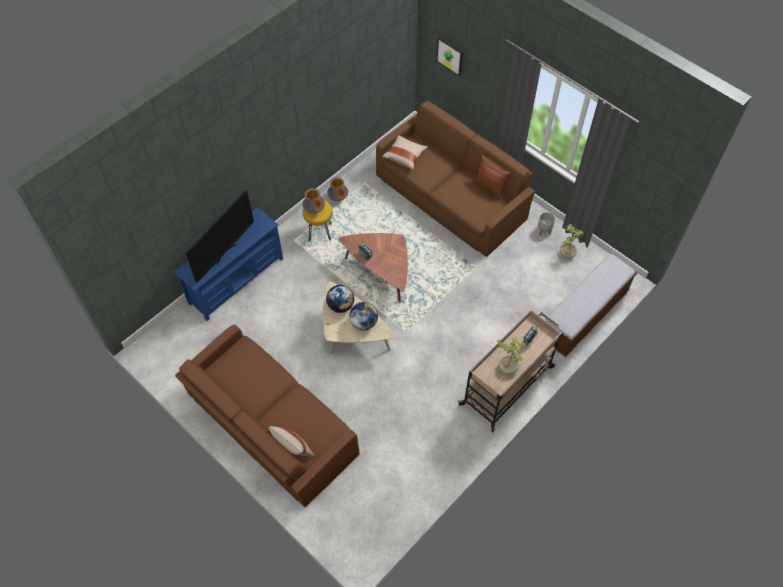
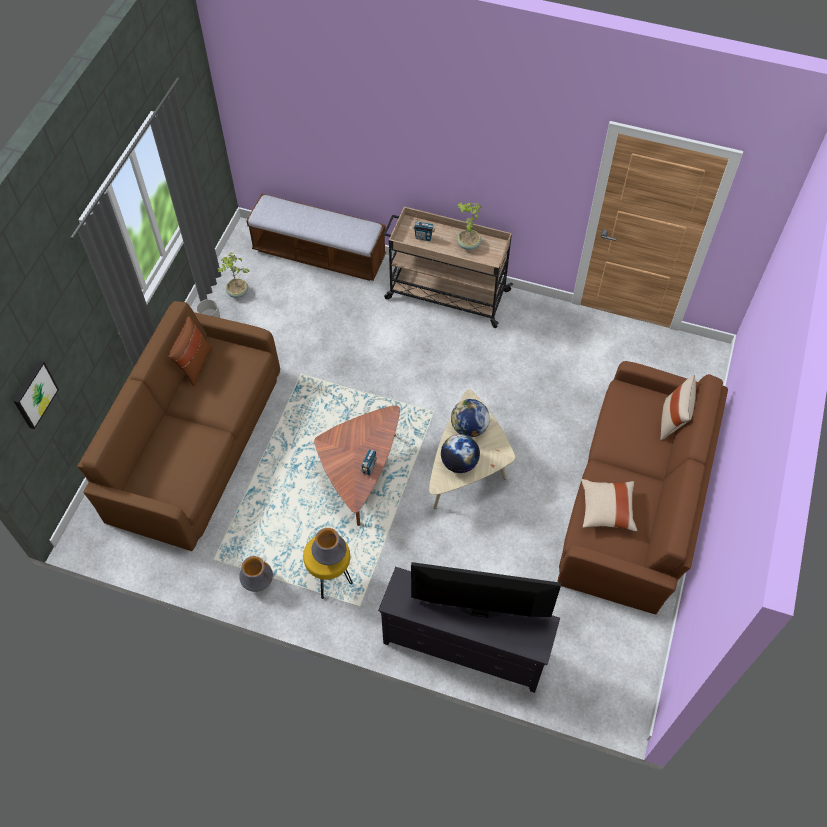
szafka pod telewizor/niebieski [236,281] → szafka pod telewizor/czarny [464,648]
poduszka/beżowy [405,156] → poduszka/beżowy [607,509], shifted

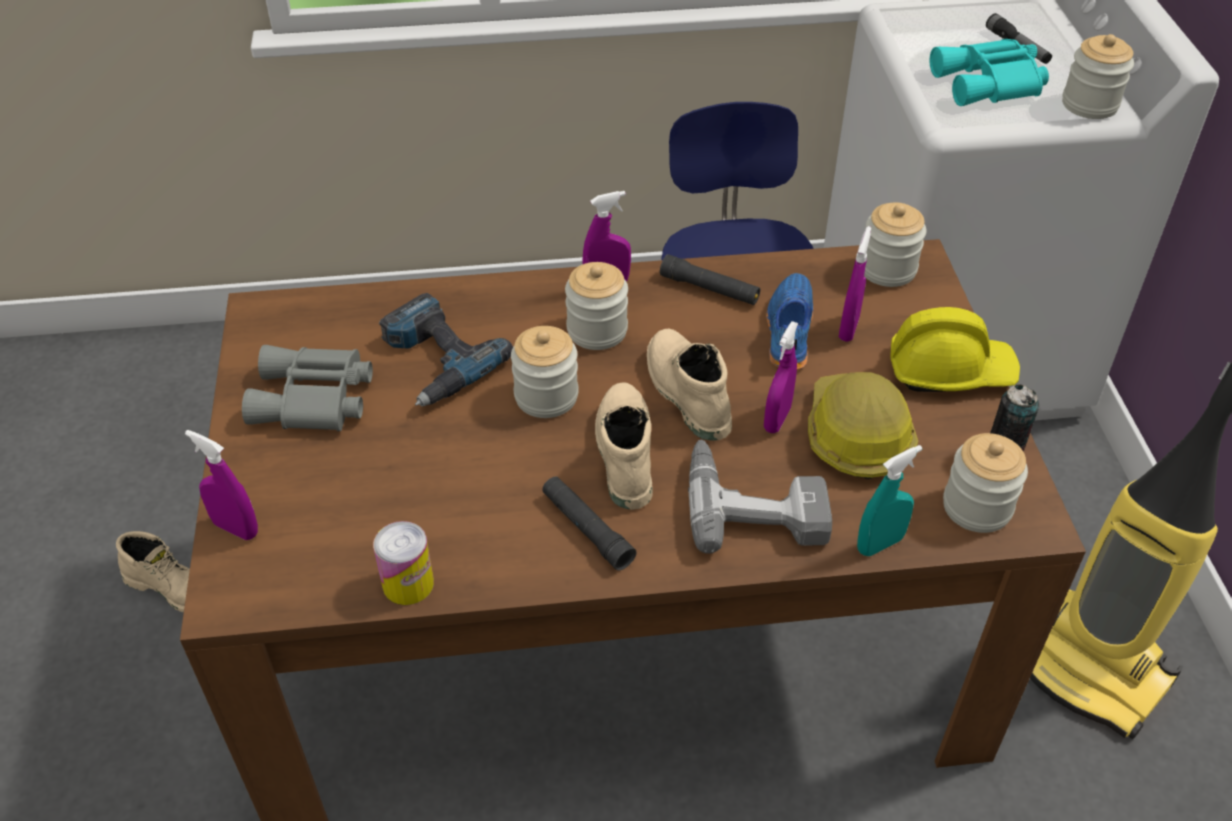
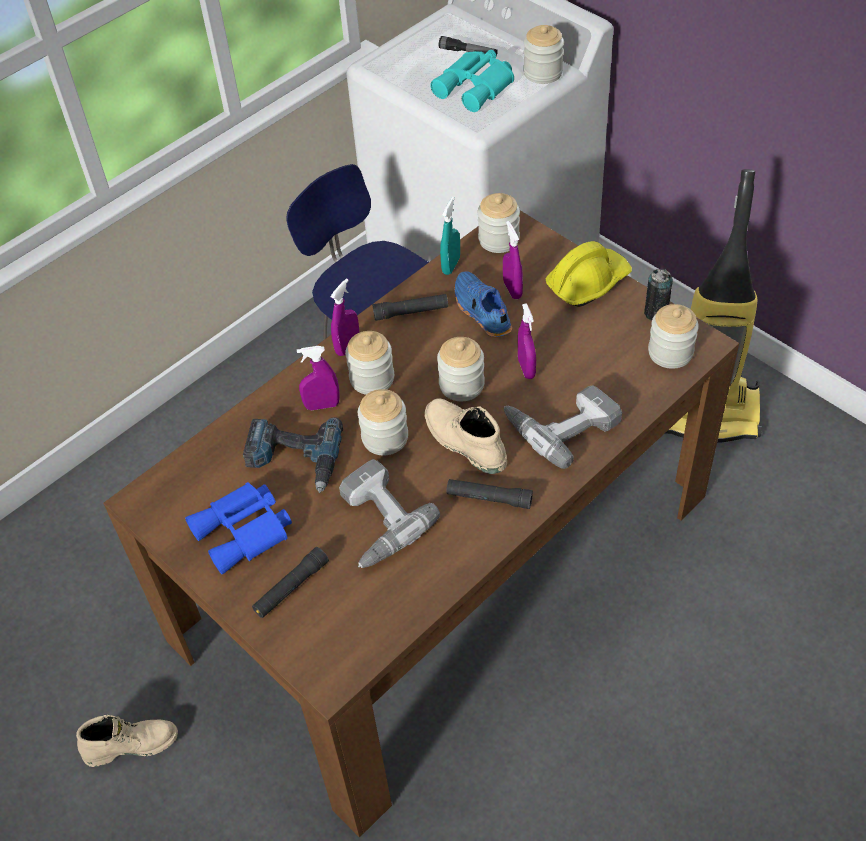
spryskiwacz/fioletowy [236,528] → spryskiwacz/fioletowy [322,405], shifted
lornetka/szary [314,400] → lornetka/niebieski [245,532]
puszka [408,583] → -
but z cholewką/beżowy [685,393] → słoik [461,385]
kask [855,435] → -
spryskiwacz/turkusowy [880,544] → spryskiwacz/turkusowy [451,265], shifted
- → latarka/czarny [291,588]
- → wiertarka [375,522]

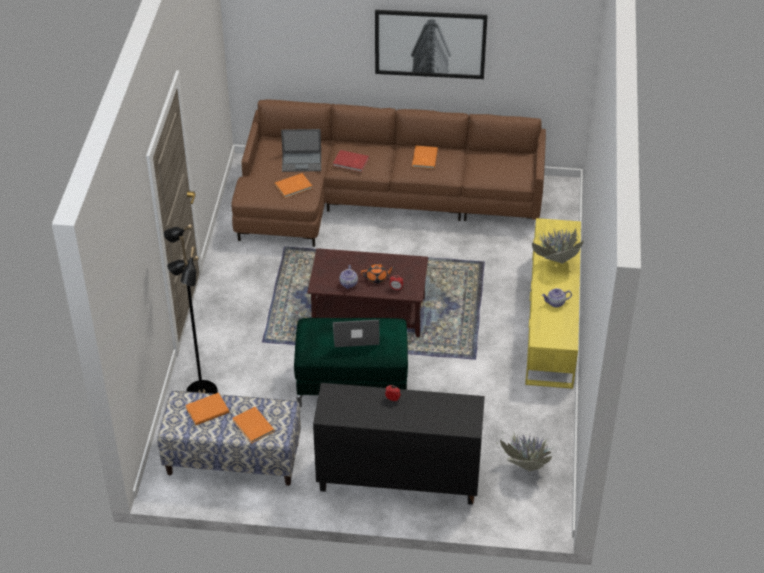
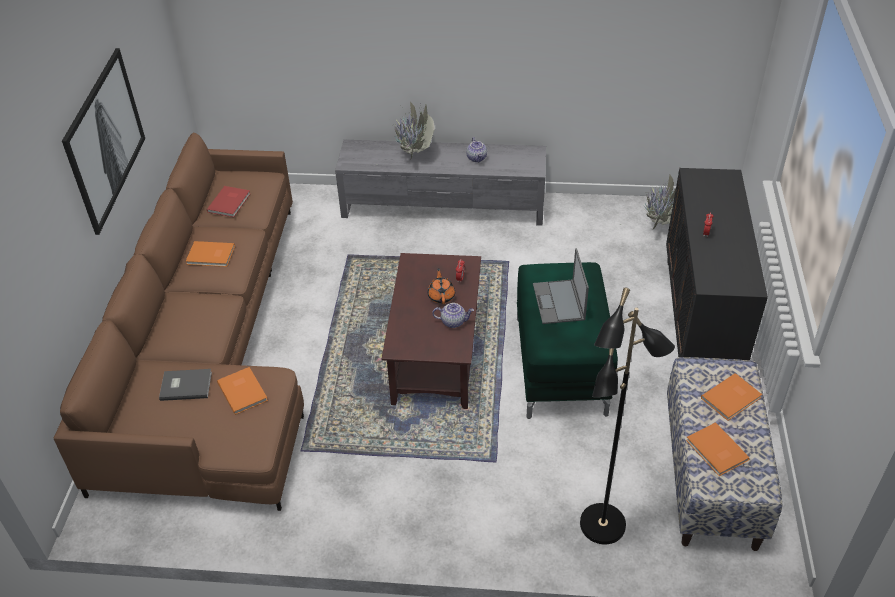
laptop [302,162] → książka/szary [185,385]
książka/czerwony [351,162] → książka/czerwony [230,202], shifted
szafka pod telewizor/żółty [551,320] → szafka pod telewizor/szary [444,206]

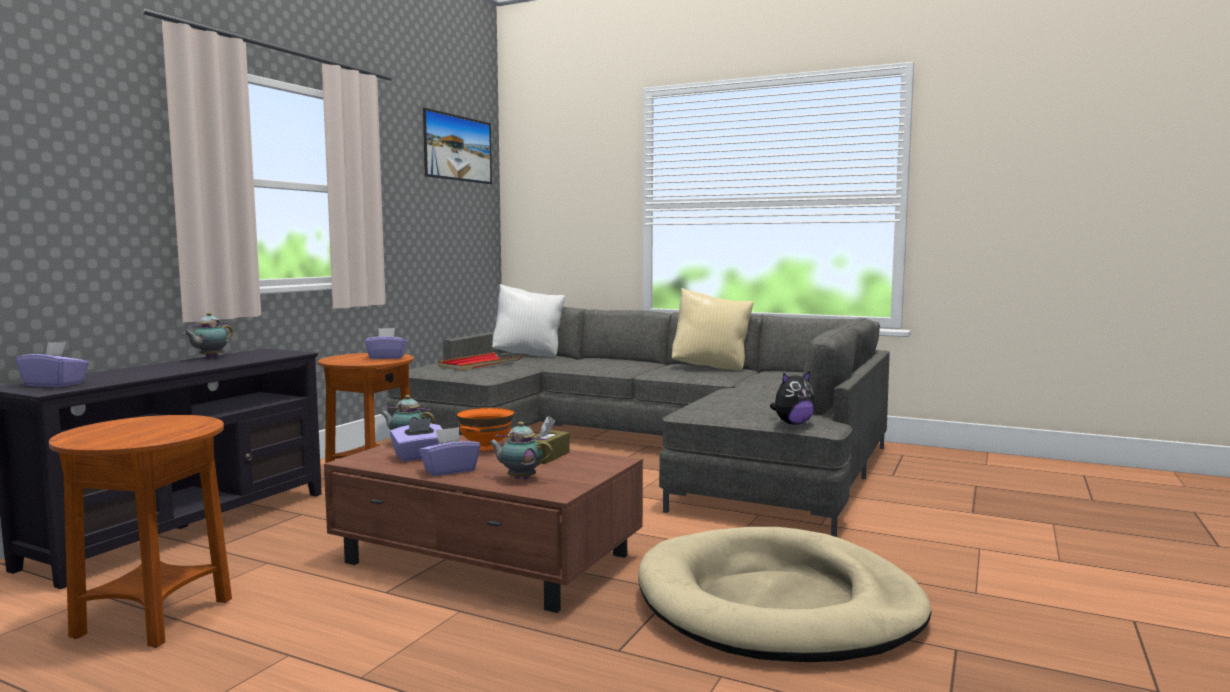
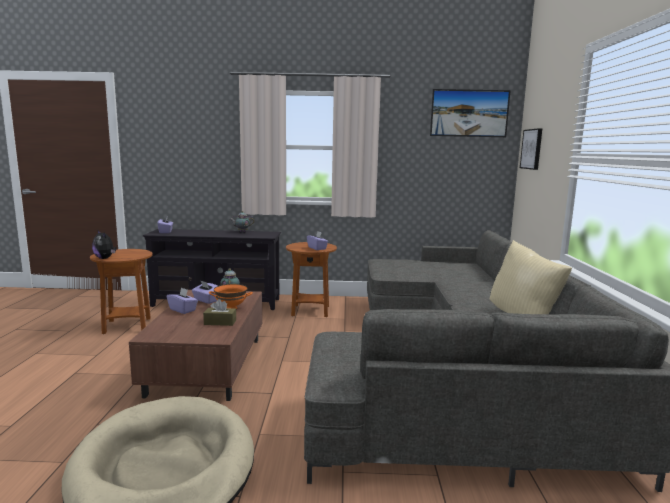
taca/czerwony [479,365] → -
imbryk [519,479] → -
poduszka/biały [529,356] → -
pluszak [793,423] → pluszak [105,258], shifted
- → obraz [532,149]

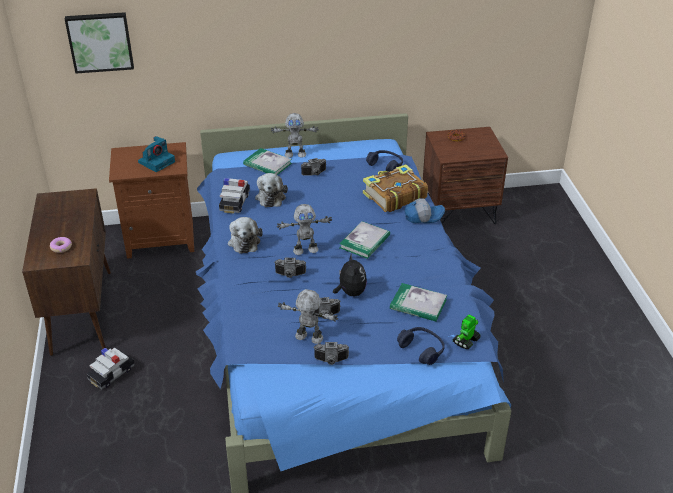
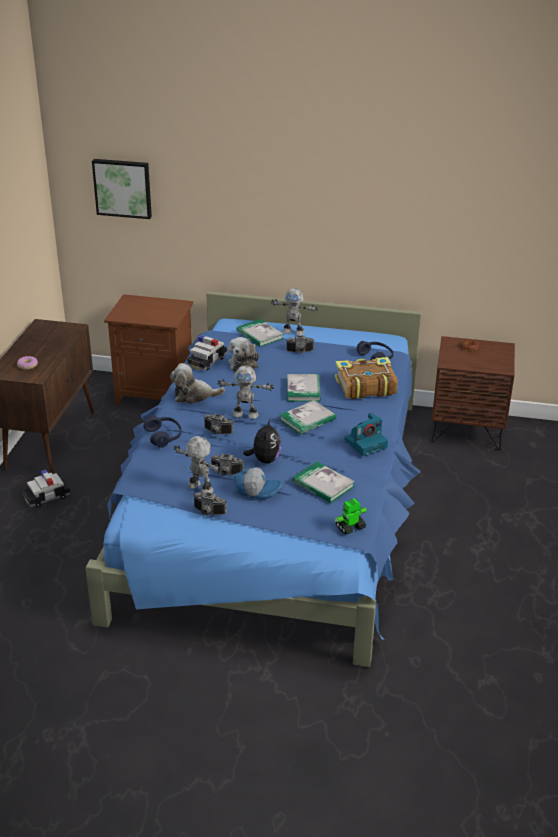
aparat fotograficzny [157,162] → aparat fotograficzny [366,443], shifted
pluszak [244,241] → pluszak [194,395], 75 degrees clockwise
słuchawki/niebieski [422,349] → słuchawki/niebieski [164,436], shifted
czapka z daszkiem [423,216] → czapka z daszkiem [257,489], shifted
- → książka [303,390]

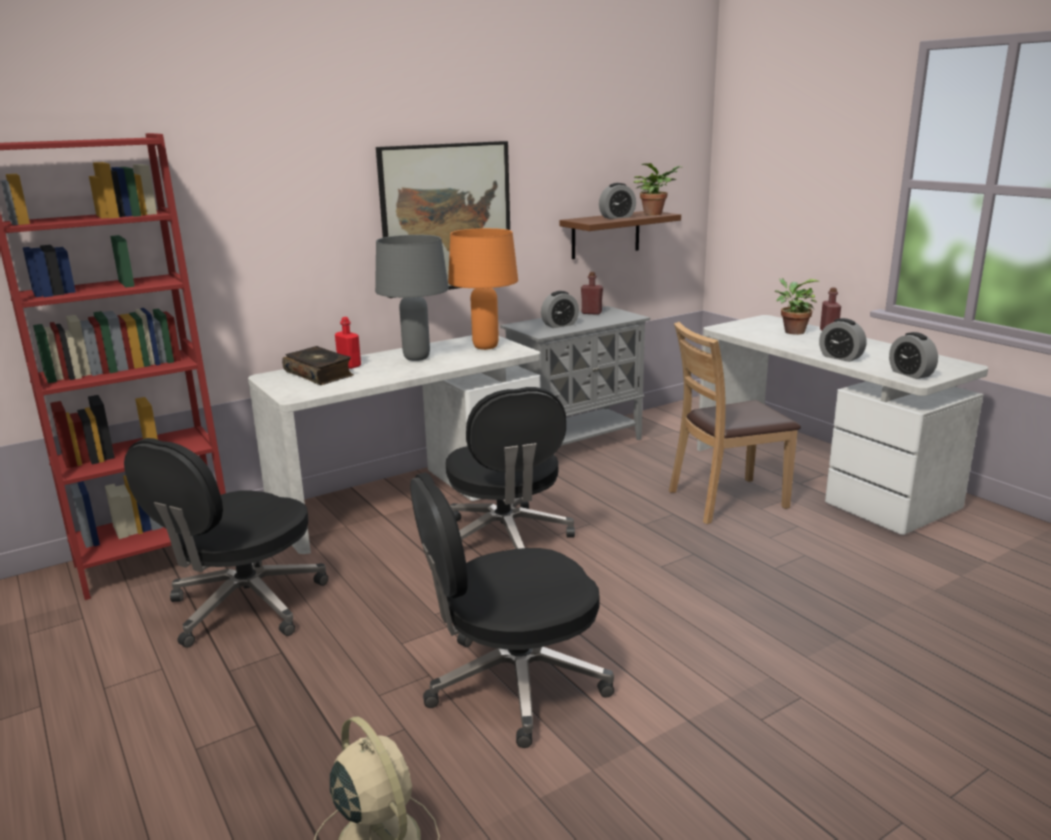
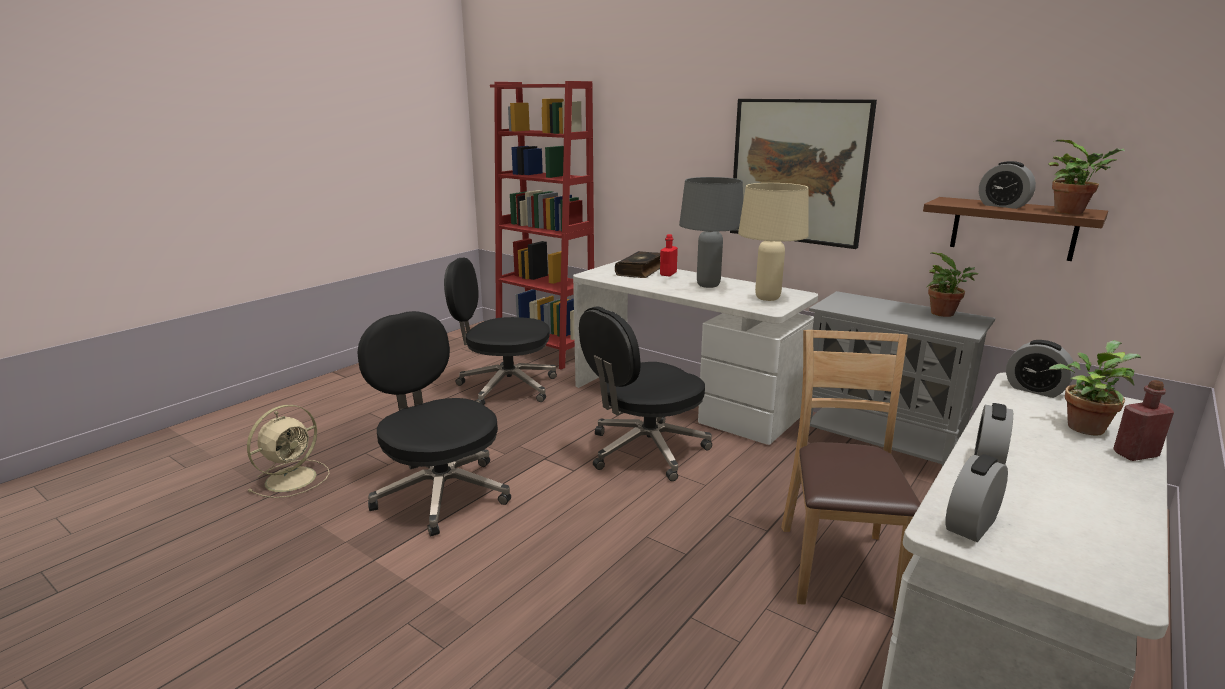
lampa stołowa/pomarańczowy [485,347] → lampa stołowa/beżowy [767,298]
budzik [560,325] → budzik [1035,390], shifted
butelka/czerwony [591,313] → roślina doniczkowa [945,314]
krzesło/brązowy [726,500] → krzesło/brązowy [838,565], 45 degrees clockwise

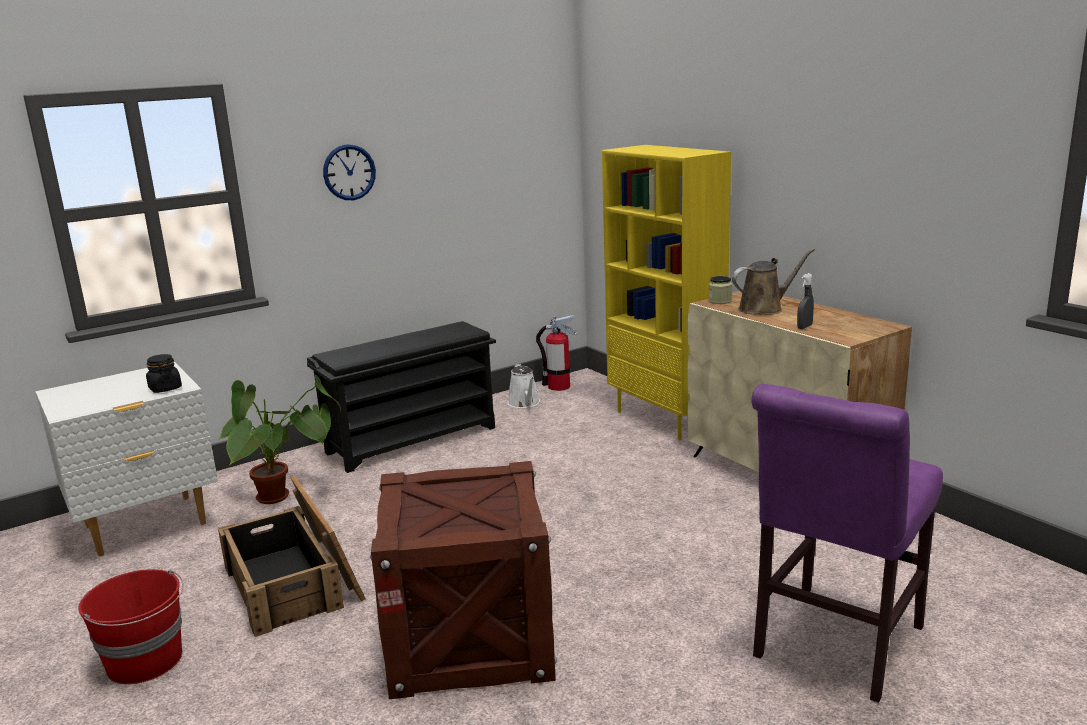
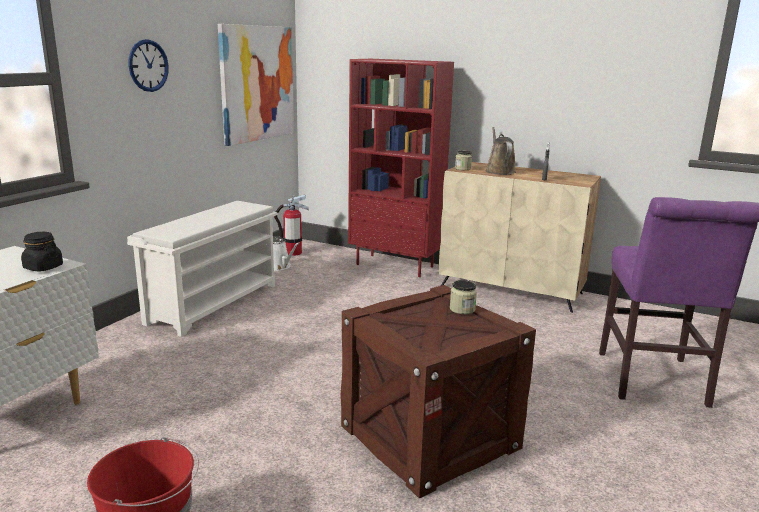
skrzynka [294,583] → -
roślina doniczkowa [287,499] → -
regał na buty/czarny [413,439] → regał na buty/biały [214,303]
regał/żółty [666,419] → regał/czerwony [395,265]
konewka/brązowy [764,308] → konewka/brązowy [499,171], 45 degrees counterclockwise
- → obraz [257,83]
- → słoik [462,309]

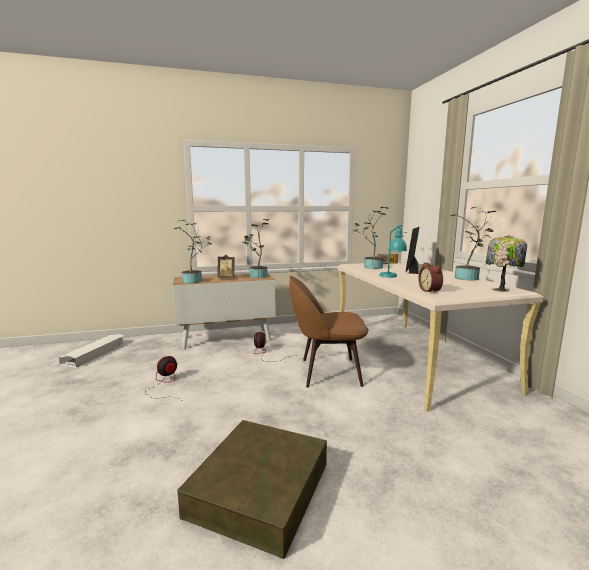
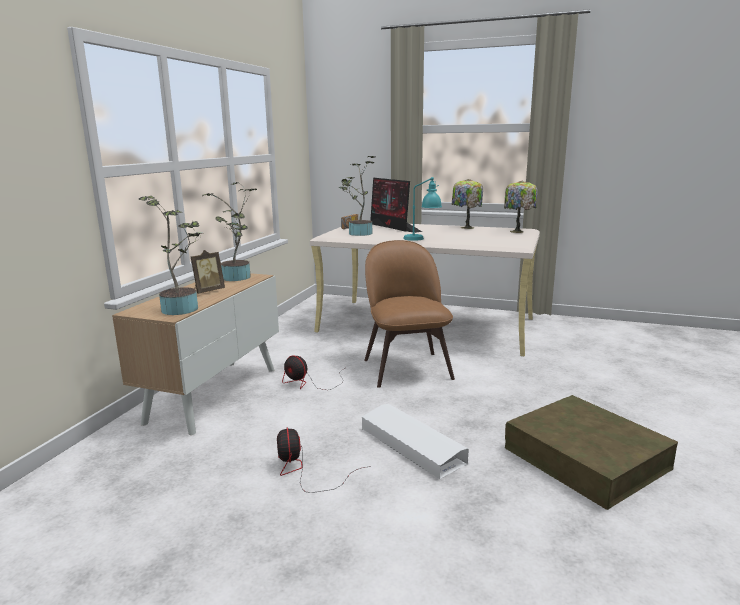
pojemnik do przechowywania/biały [95,353] → pojemnik do przechowywania/biały [411,445], shifted
krzesło/brązowy [327,372] → krzesło/brązowy [406,367], 135 degrees clockwise
budzik [431,291] → -
roślina doniczkowa [468,278] → lampa stołowa [466,227]

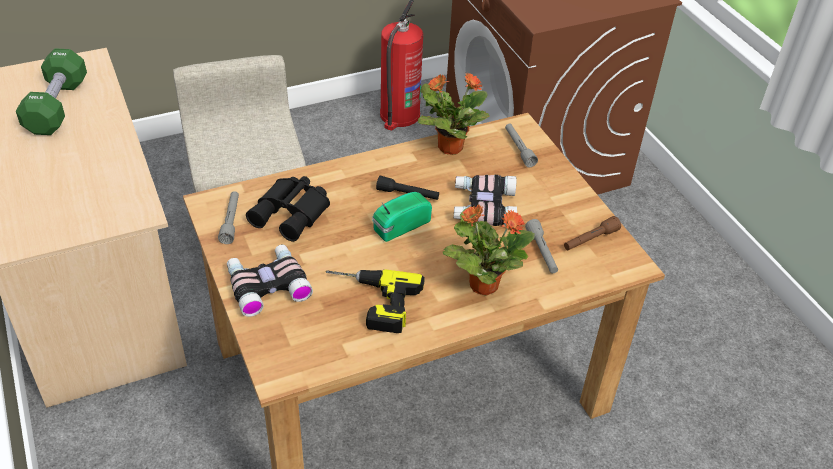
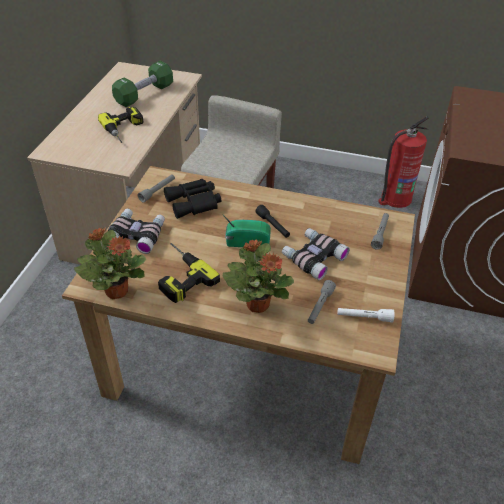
roślina doniczkowa [449,147] → roślina doniczkowa [116,290], shifted
latarka/brązowy [590,240] → latarka/biały [364,317]
- → wiertarka [126,130]

